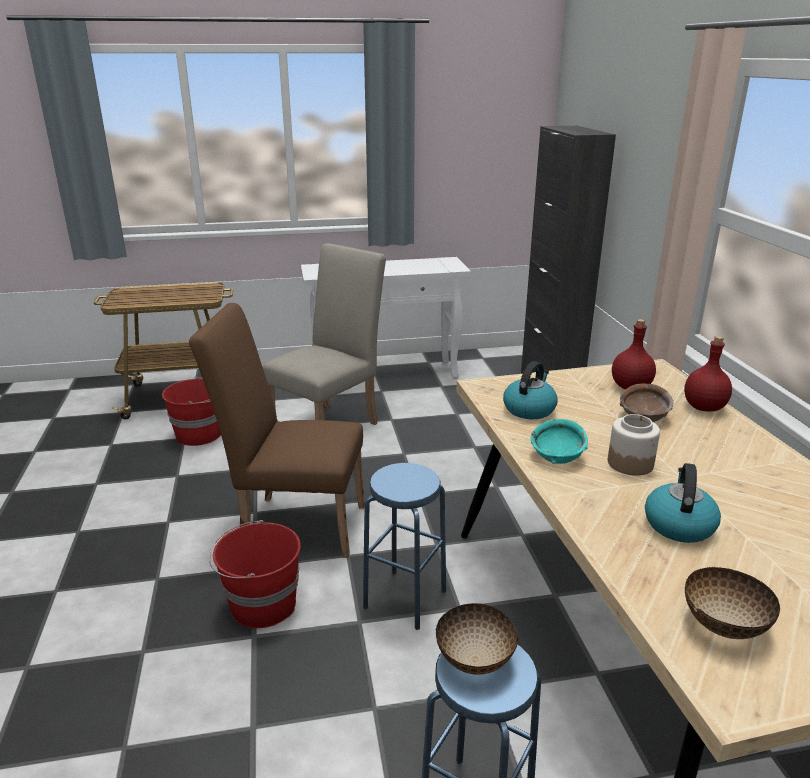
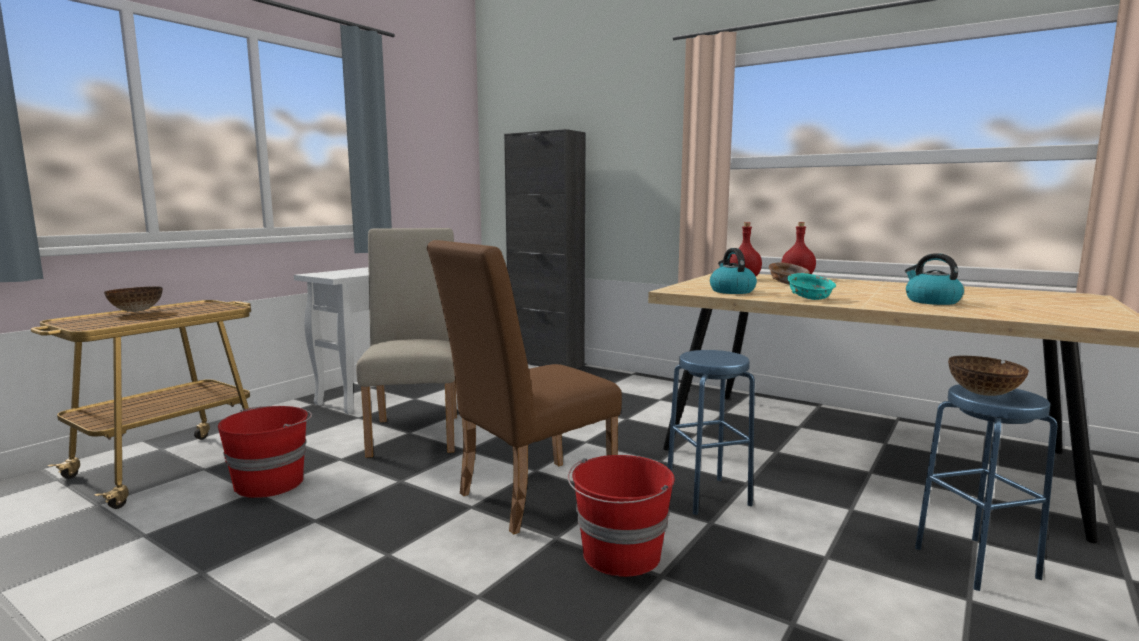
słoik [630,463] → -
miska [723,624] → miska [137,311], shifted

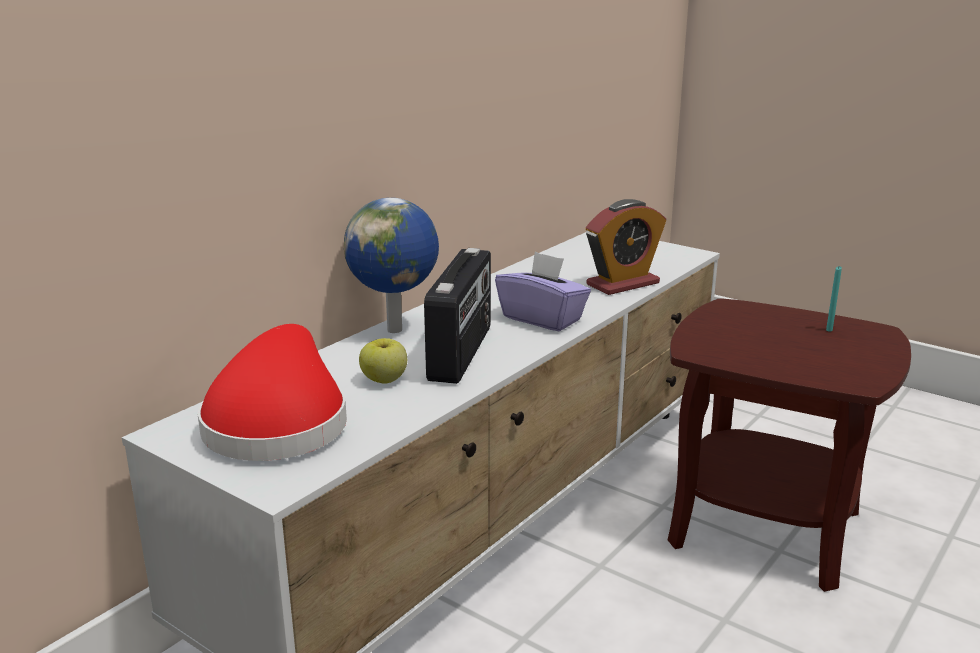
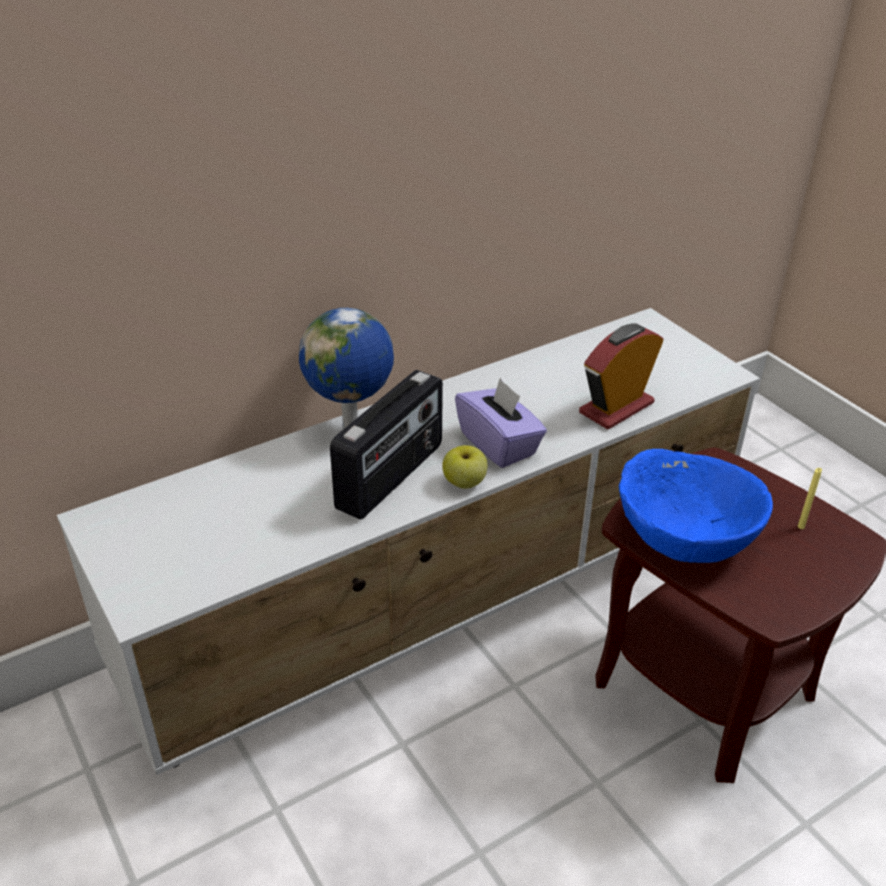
kapelusz/czerwony [278,422] → -
jabłko [384,380] → jabłko [464,482], shifted
budzik [623,284] → budzik [616,408], 150 degrees clockwise
świeca/turkusowy [829,330] → świeca/żółty [801,527]
- → miska/niebieski [685,535]

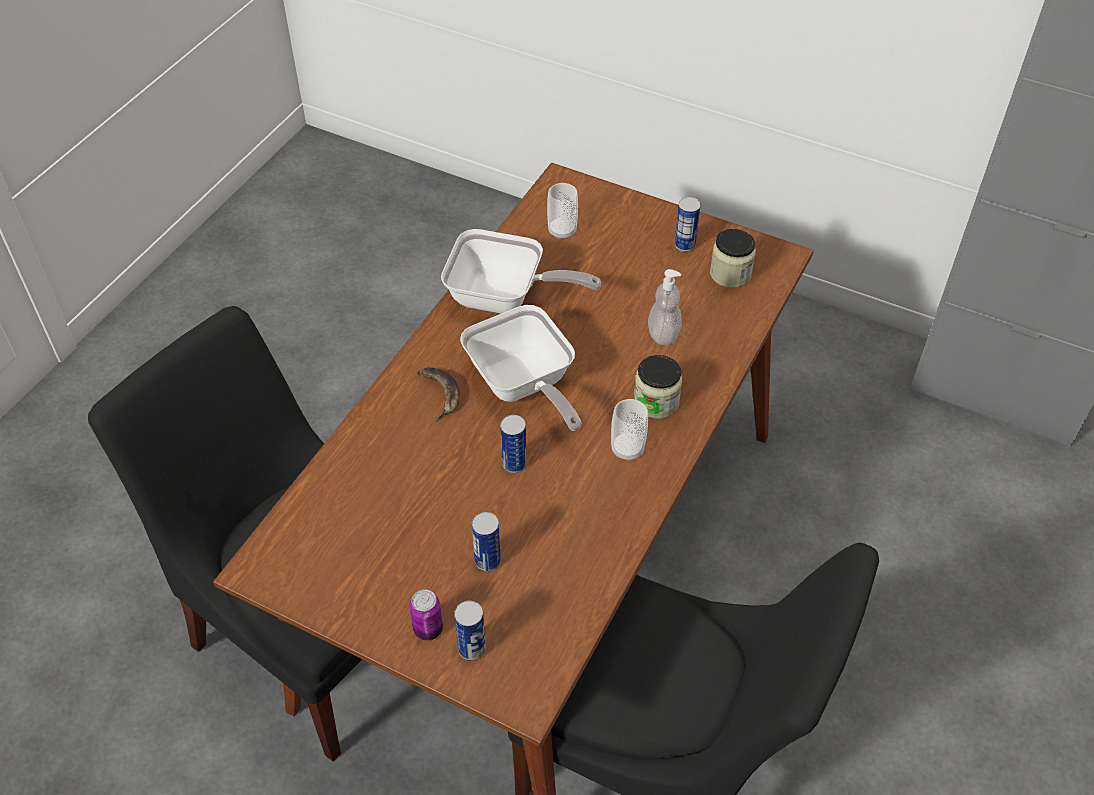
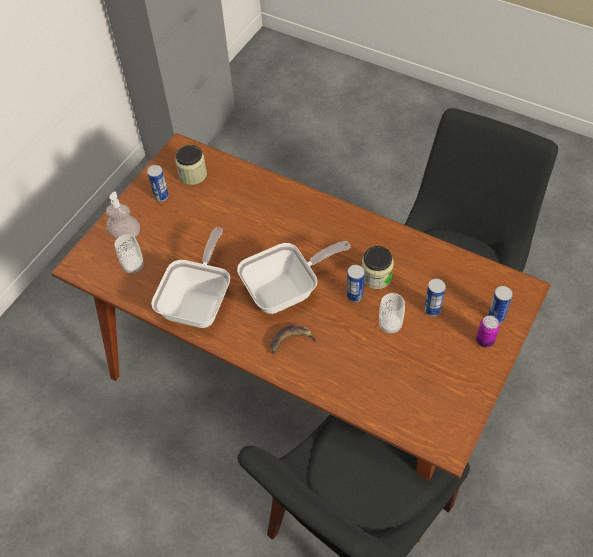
filiżanka [627,449] → filiżanka [390,325], shifted
słoik [656,402] → słoik [376,277], shifted
dozownik mydła [663,334] → dozownik mydła [125,234], shifted

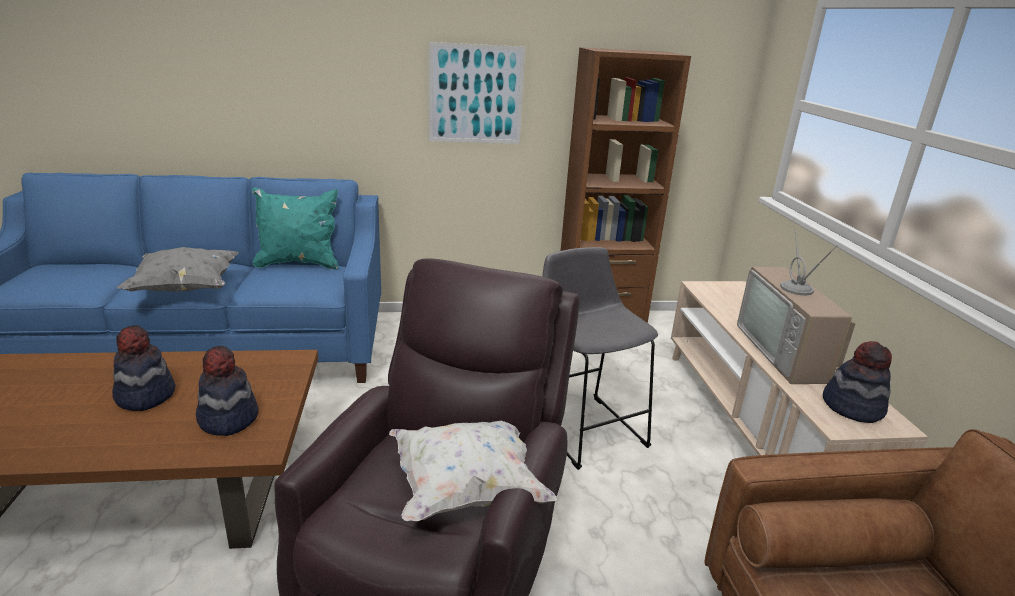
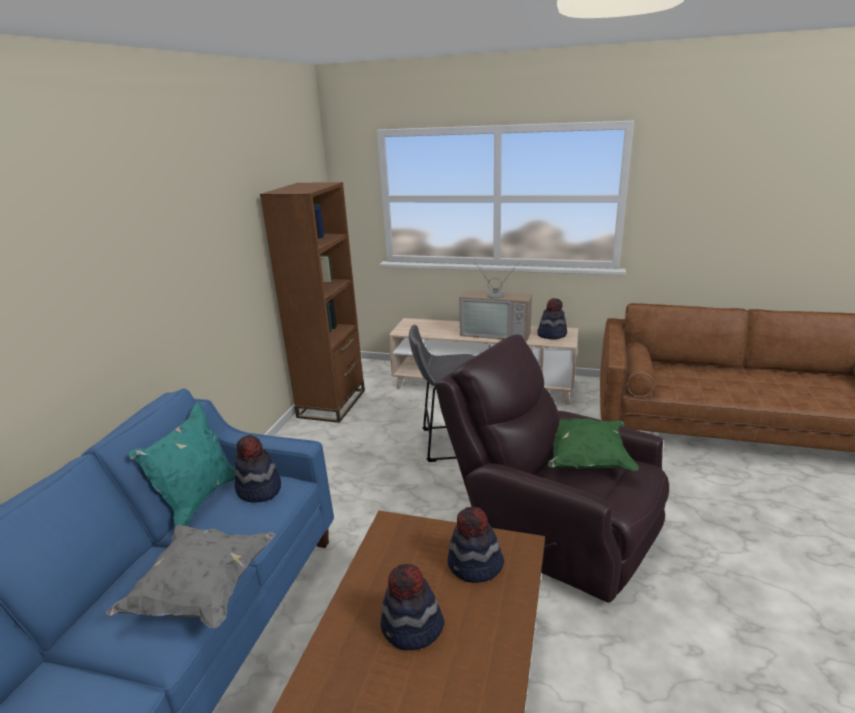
poduszka/biały [466,488] → poduszka/zielony [586,459]
obraz [476,94] → -
- → kapelusz [259,489]

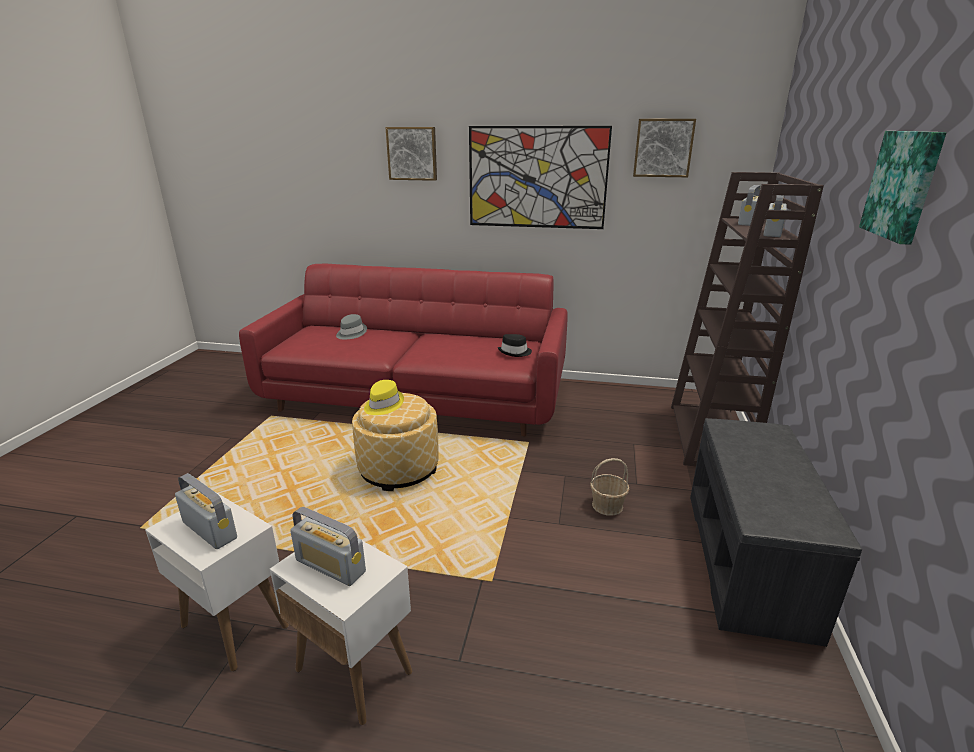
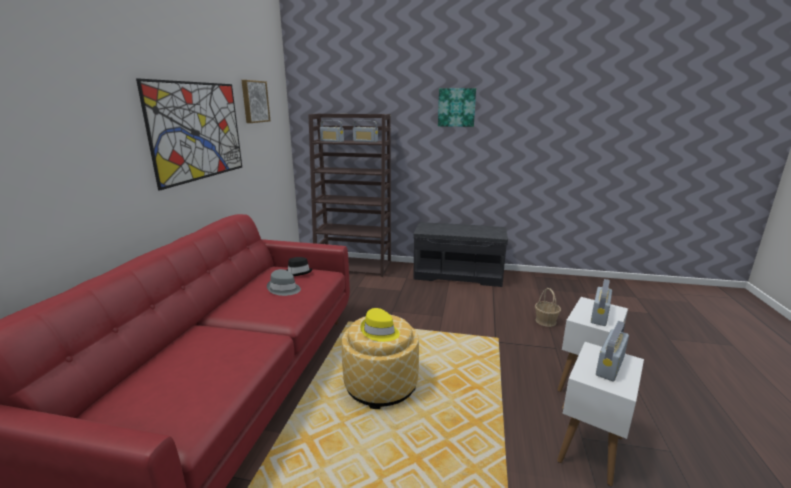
kapelusz/szary [351,333] → kapelusz/szary [284,289], shifted
obraz [412,153] → -
koszyk [607,505] → koszyk [545,321], shifted

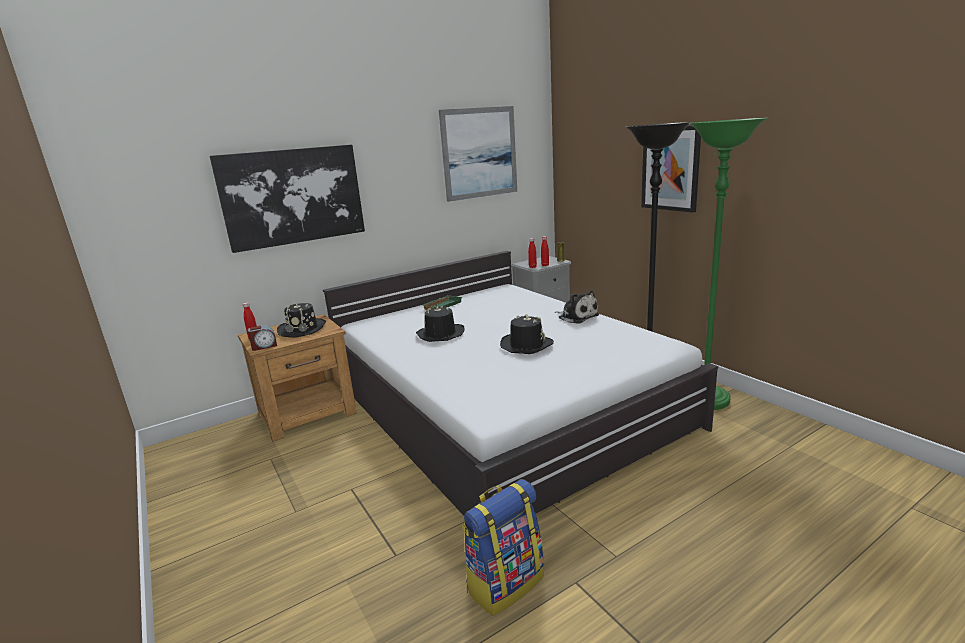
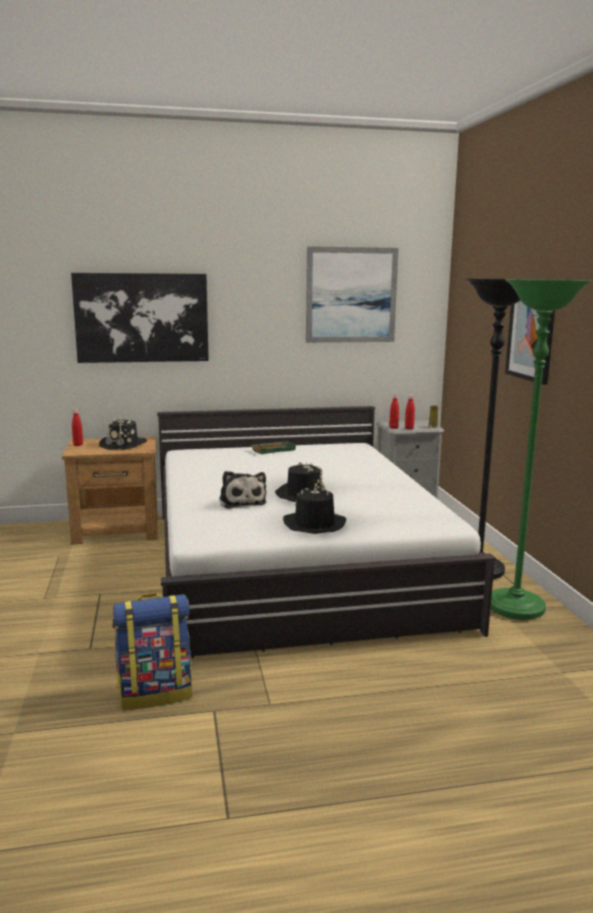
budzik [264,346] → -
kapelusz/czarny [440,334] → kapelusz/czarny [314,524], shifted
pluszak [576,316] → pluszak [242,501], shifted

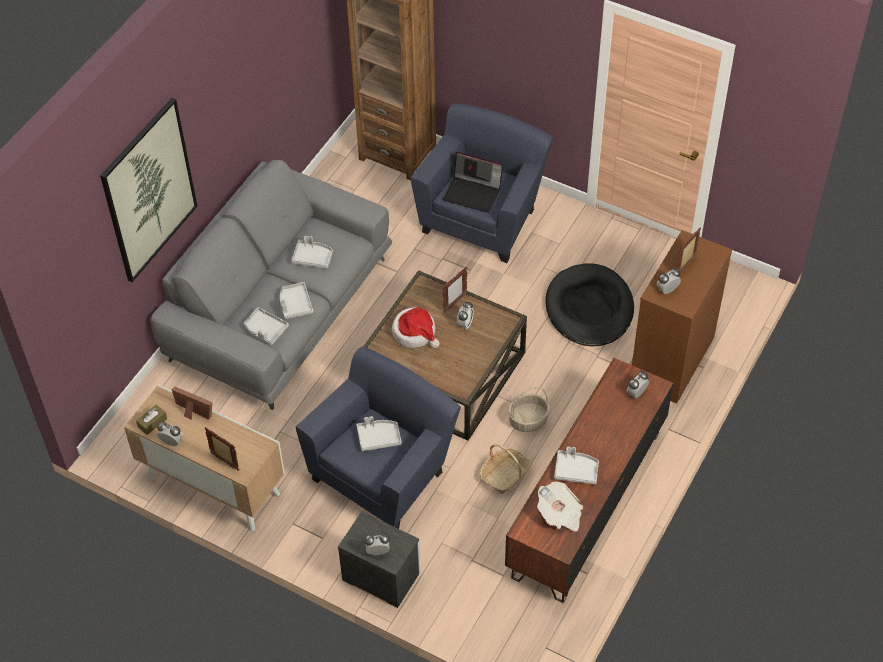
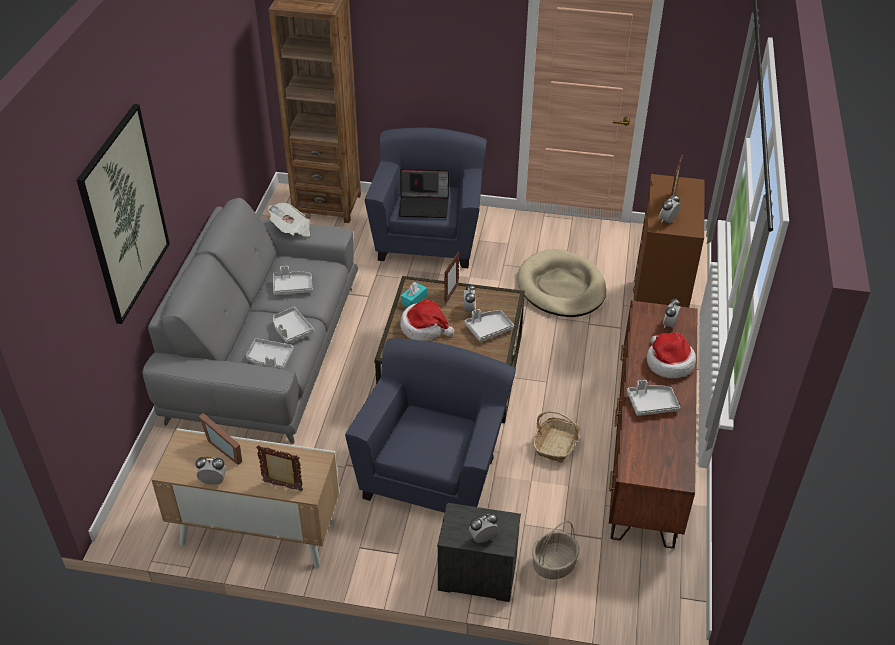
pudełko chusteczek/brązowy [152,423] → -
ramka na zdjęcie [192,413] → ramka na zdjęcie [227,447], 150 degrees counterclockwise
taca/szary [378,437] → taca/szary [488,329], shifted
koszyk [528,421] → koszyk [553,565], shifted
gazeta [560,514] → gazeta [291,229], shifted
legowisko/czarny [589,308] → legowisko/beżowy [561,287]
- → pudełko chusteczek/turkusowy [414,299]
- → kapelusz [668,362]

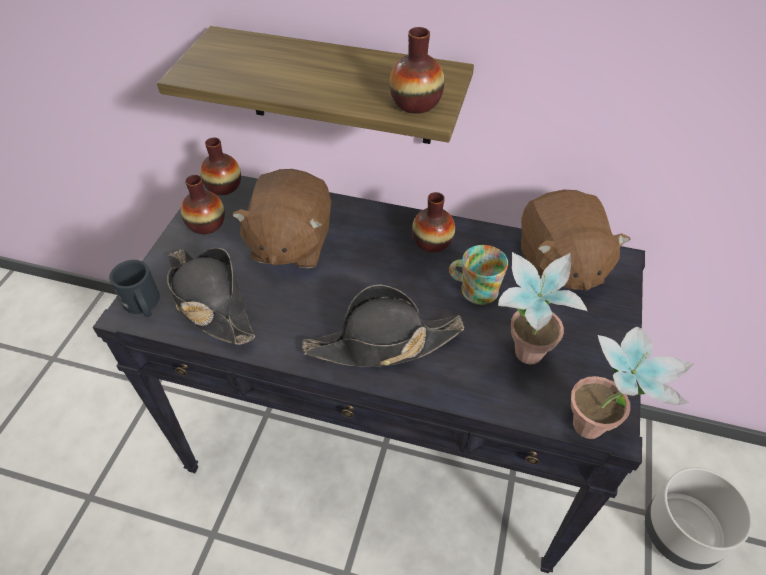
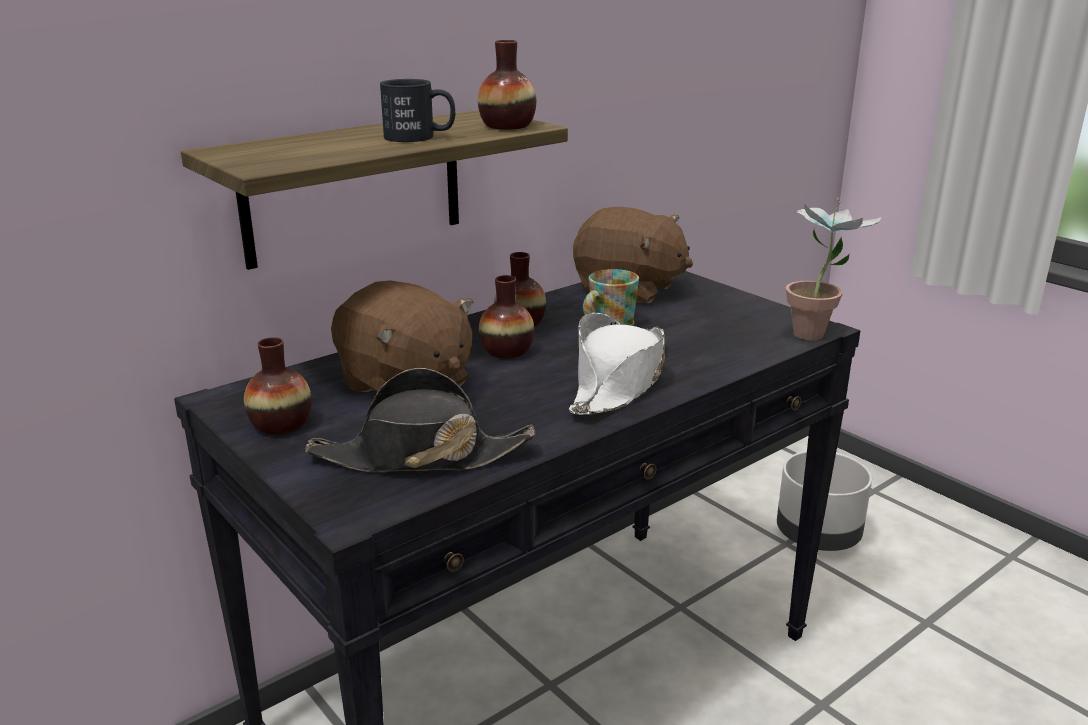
kubek/czarny [144,305] → kubek/czarny [420,137], shifted
wazon [223,186] → wazon [506,350], shifted
kapelusz/czarny [382,343] → kapelusz/biały [618,382]
roślina doniczkowa [521,359] → -

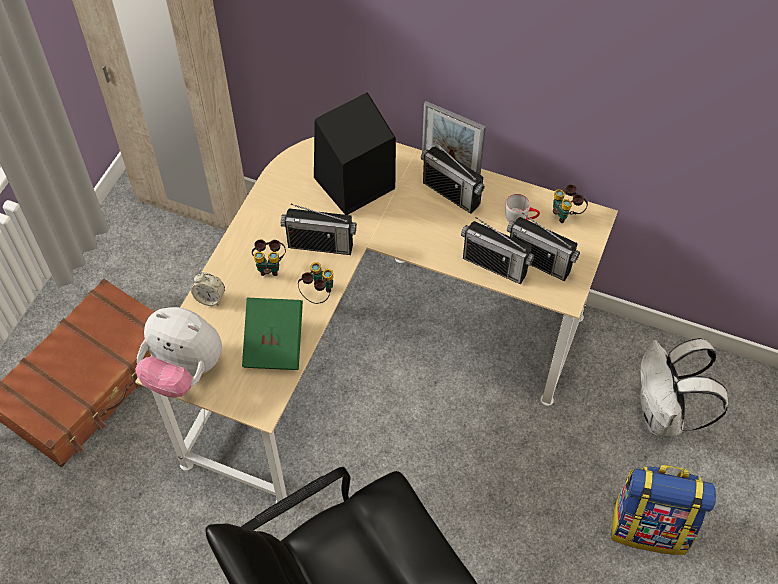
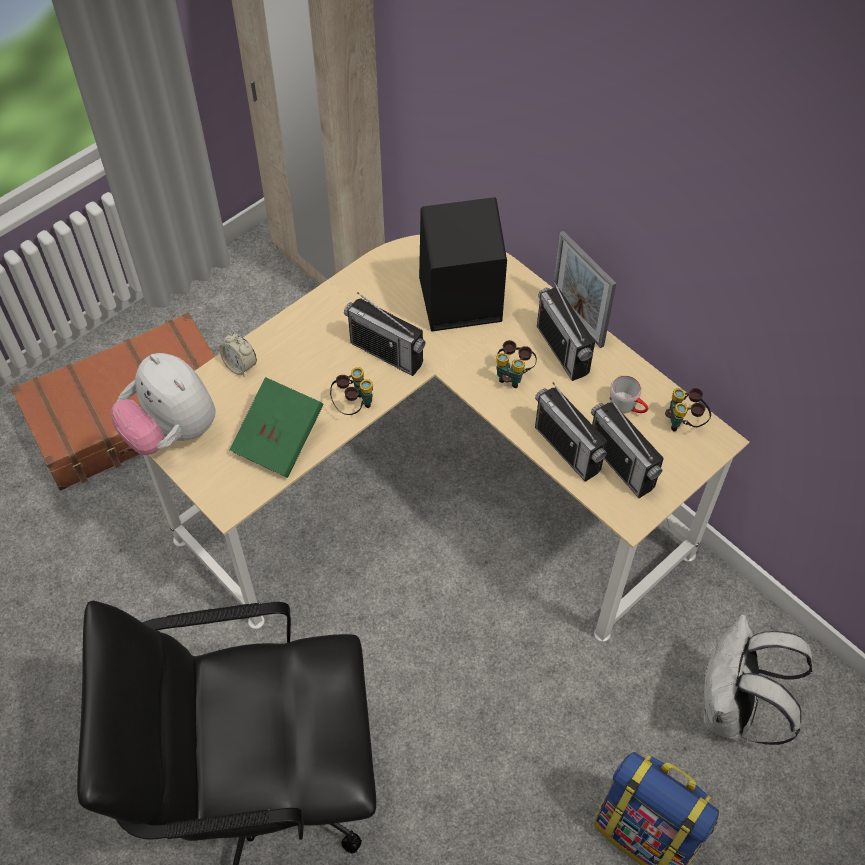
lornetka [270,266] → lornetka [513,375], shifted

